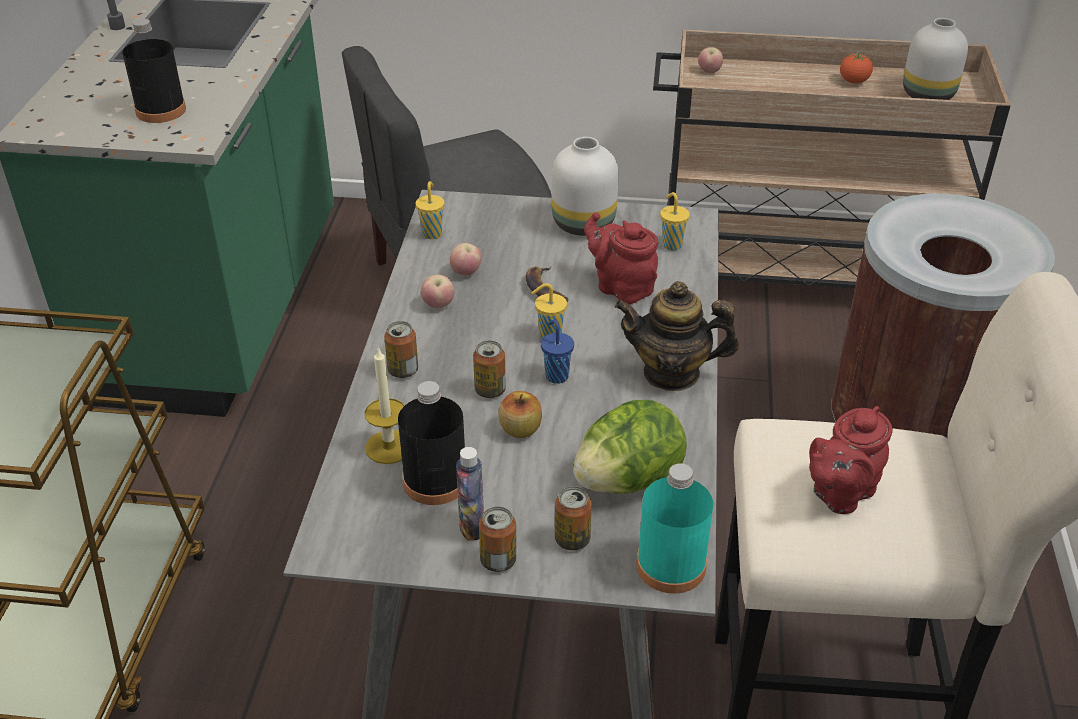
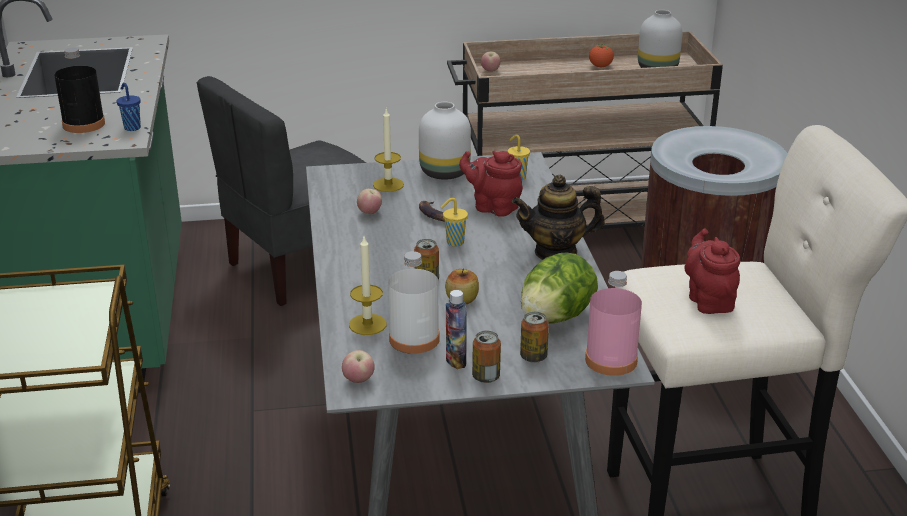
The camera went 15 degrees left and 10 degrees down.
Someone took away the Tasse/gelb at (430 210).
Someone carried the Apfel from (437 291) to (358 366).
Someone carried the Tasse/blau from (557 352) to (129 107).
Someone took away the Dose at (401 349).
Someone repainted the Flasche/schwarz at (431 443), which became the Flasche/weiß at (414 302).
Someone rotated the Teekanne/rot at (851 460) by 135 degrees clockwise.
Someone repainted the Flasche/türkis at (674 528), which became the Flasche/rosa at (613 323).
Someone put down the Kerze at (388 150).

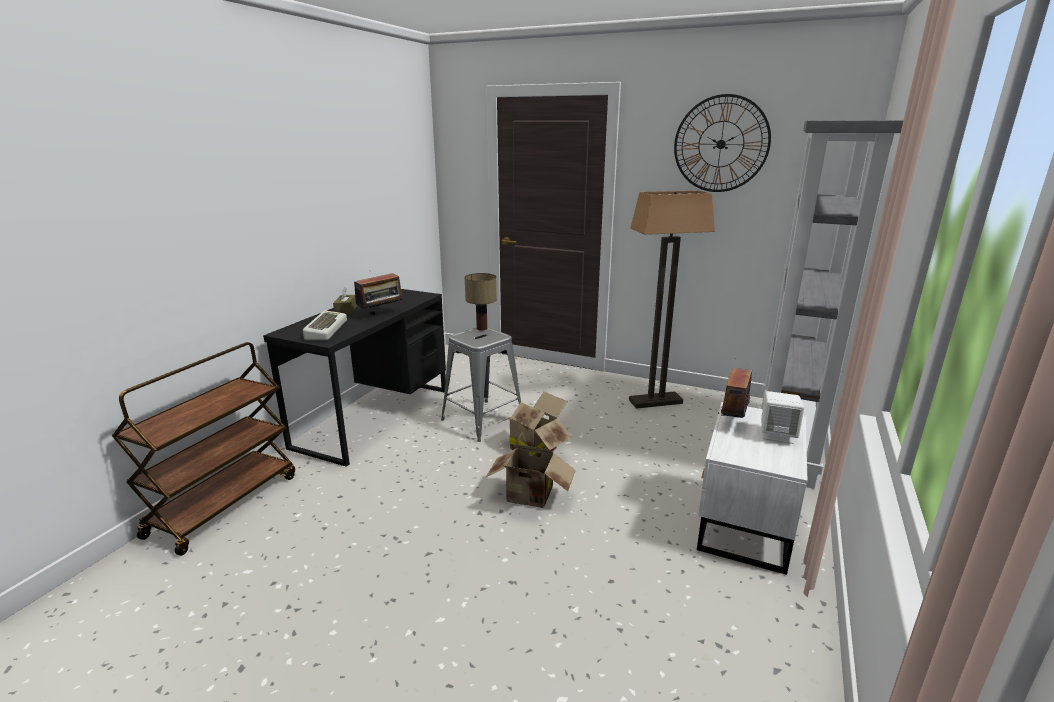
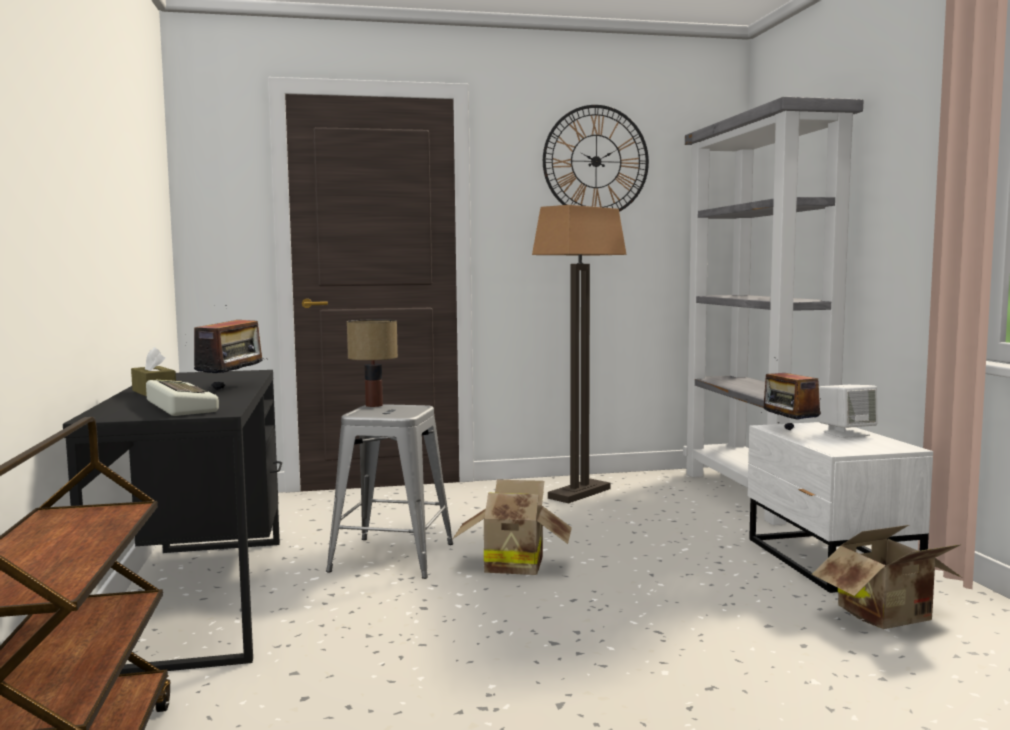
The camera went 35 degrees left and 15 degrees down.
Someone carried the Karton from (530 476) to (887 577).

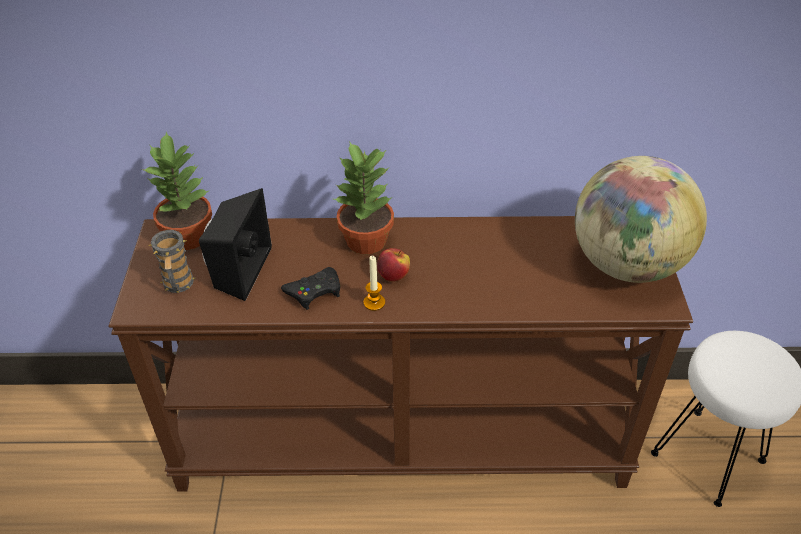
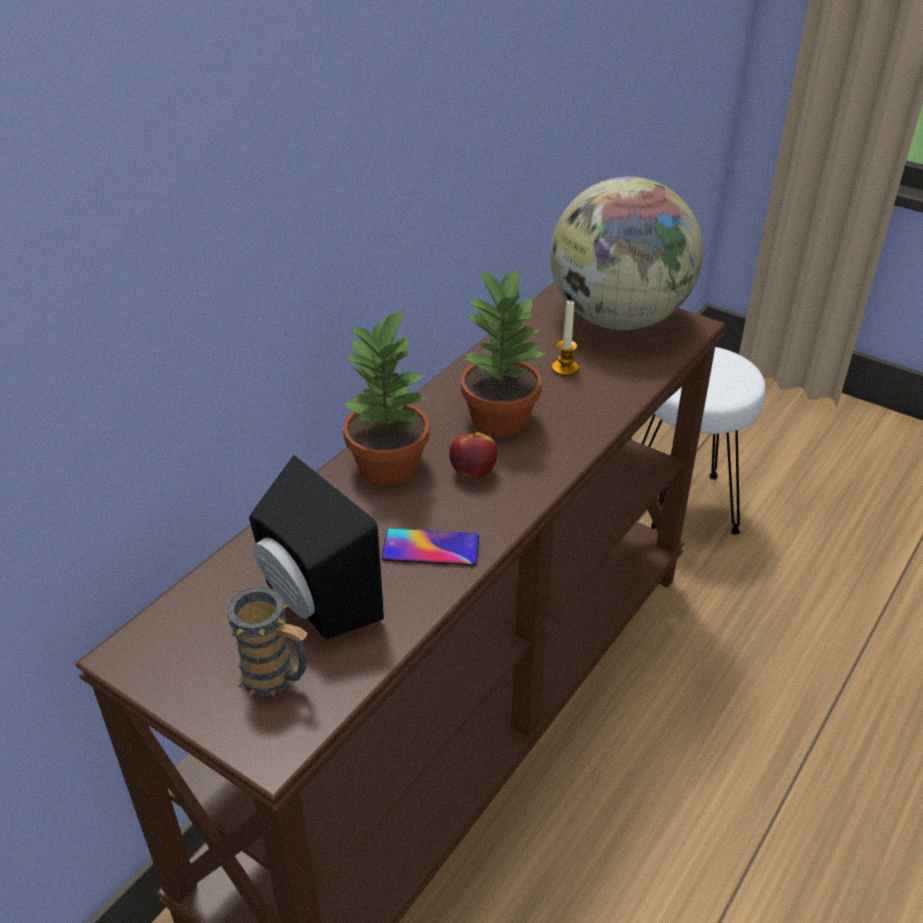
The camera went 55 degrees left and 5 degrees down.
Someone carried the Topfpflanze from (177 191) to (504 352).
Someone carried the Kerze from (374 283) to (565 337).
Someone swapped the Gamepad/schwarz at (310 288) for the Handy at (430 547).

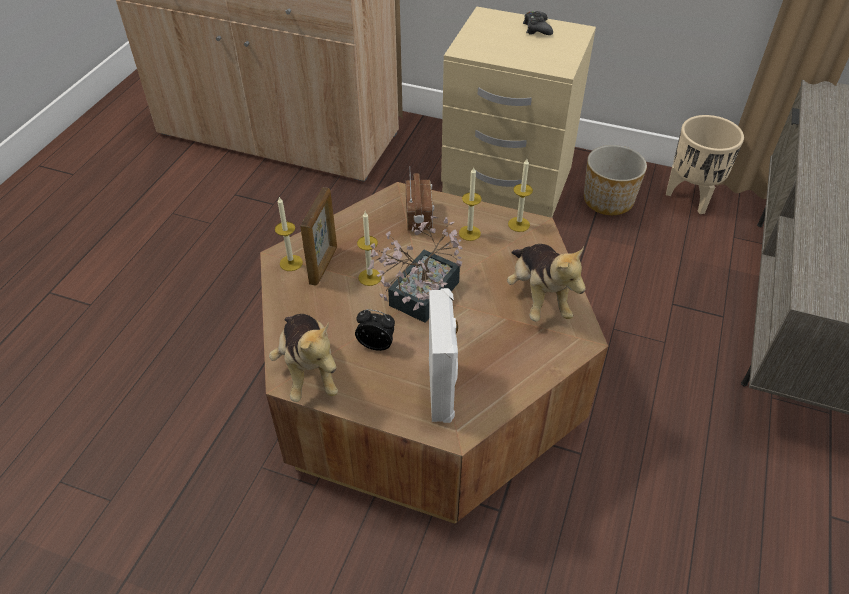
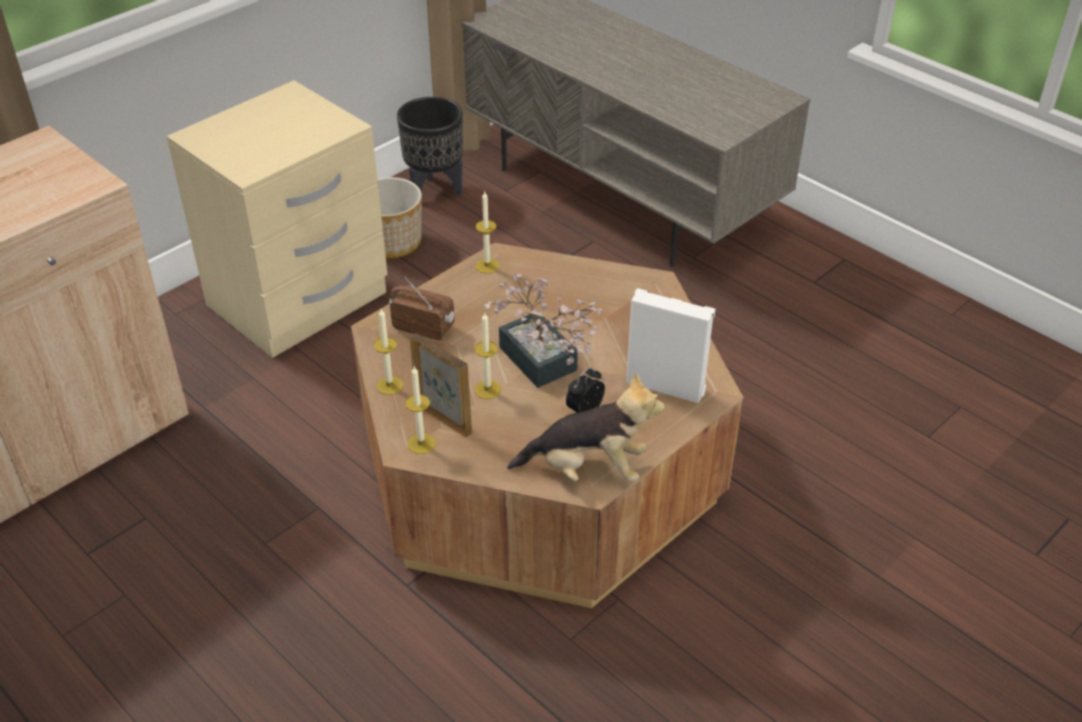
The camera went 65 degrees left and 5 degrees down.
Someone took away the Gamepad/schwarz at (538 23).
Someone repainted the Pflanzkübel/beige at (705 164), which became the Pflanzkübel/schwarz at (430 146).
Someone carried the Kerze from (470 204) to (388 352).
Someone took away the Plüschtier at (546 283).

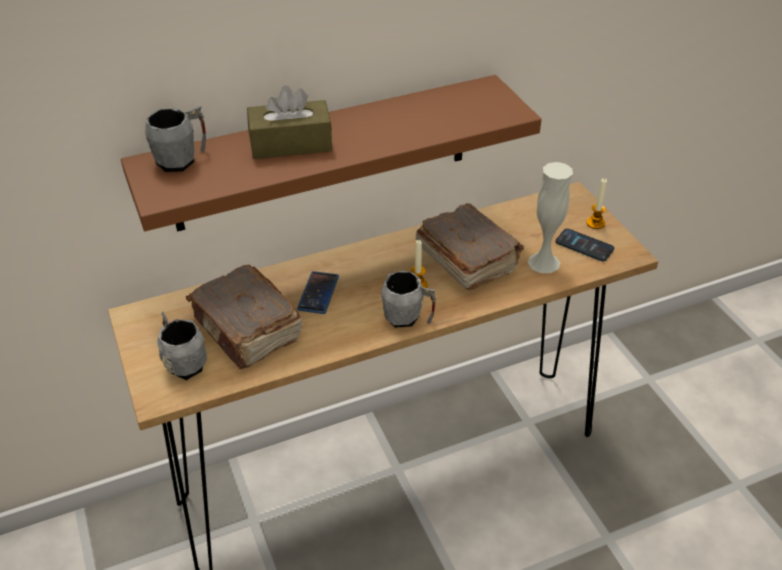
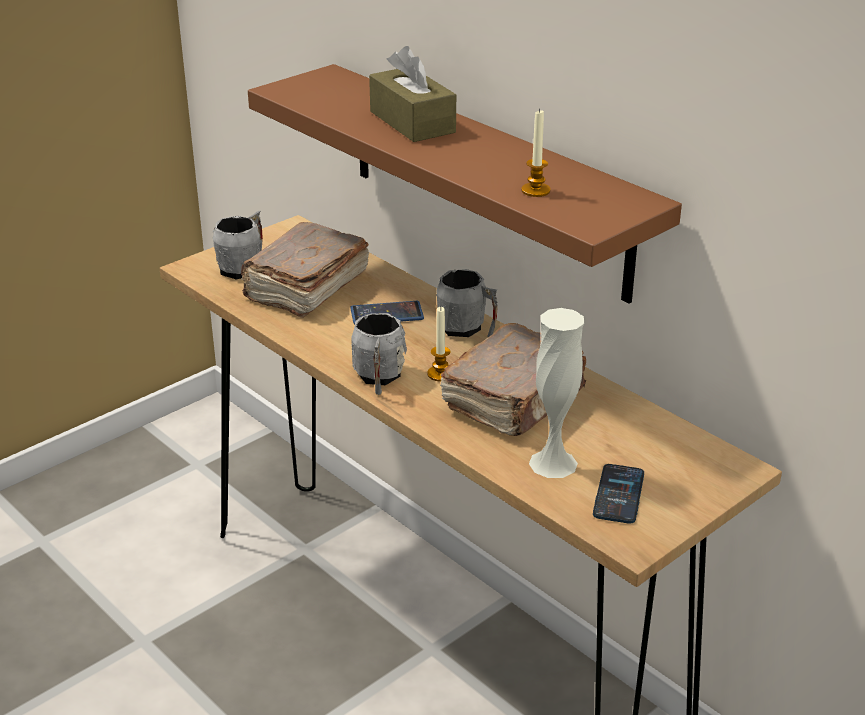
The camera went 70 degrees right and 10 degrees down.
Someone carried the Henkelbecher/grau from (175 139) to (467 303).
Someone carried the Kerze from (597 203) to (536 153).

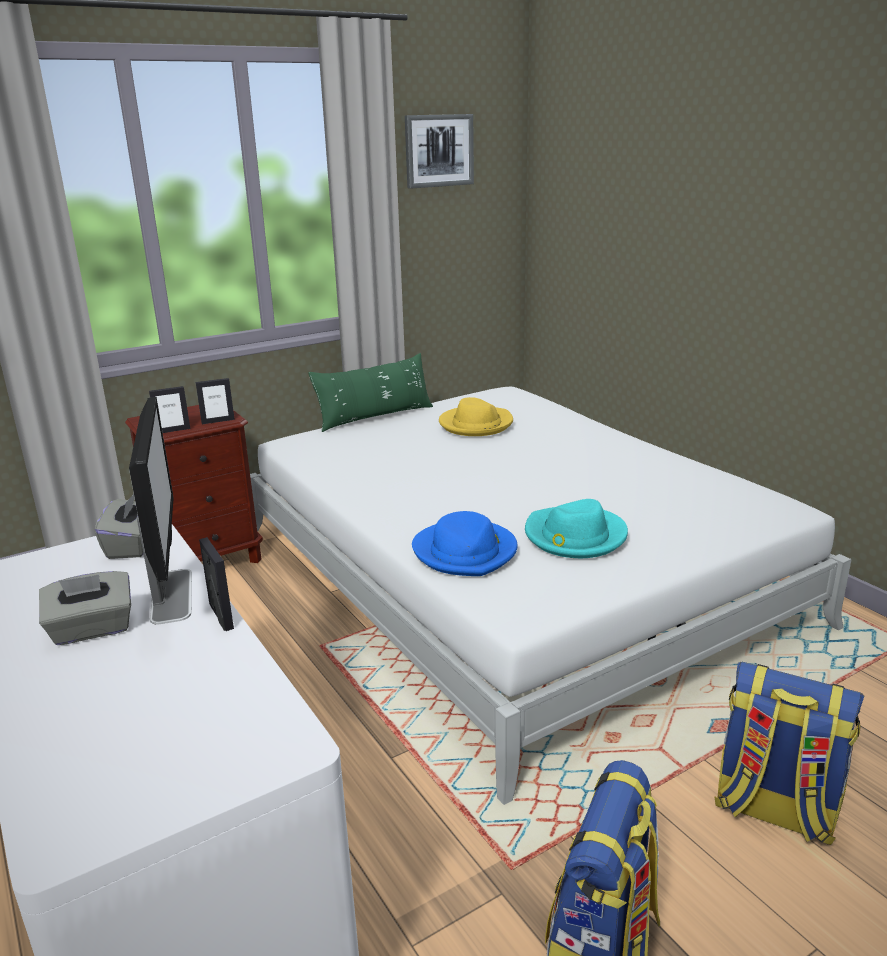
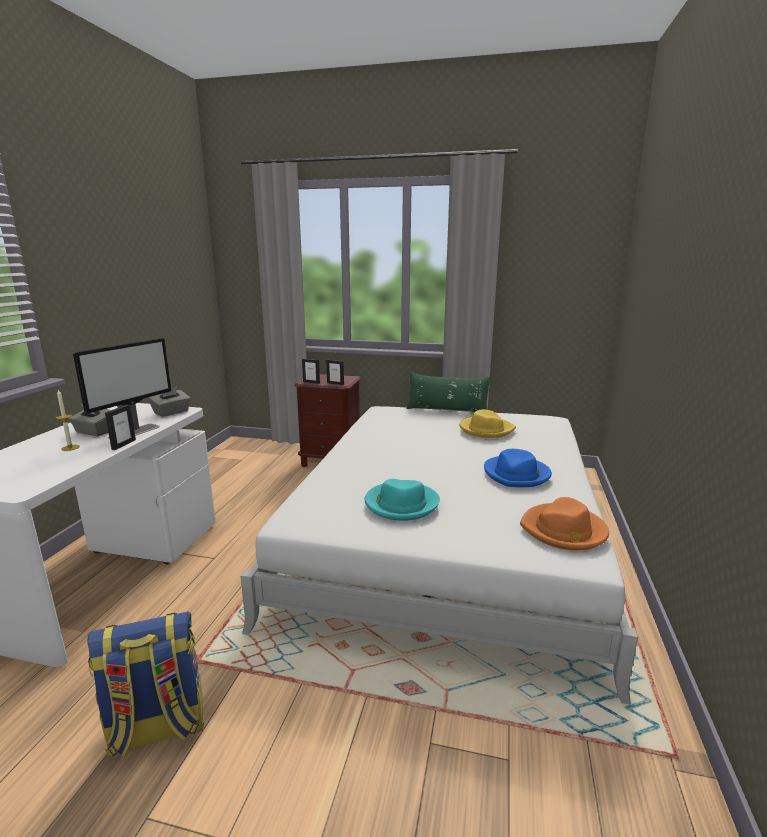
The camera went 45 degrees right and 5 degrees down.
Someone took away the Bild at (439 151).
Someone carried the Hut/blau from (465 543) to (518 468).
Someone took away the Rucksack at (789 753).
Someone put down the Kerze at (68 420).
Someone put down the Hut/orange at (564 524).

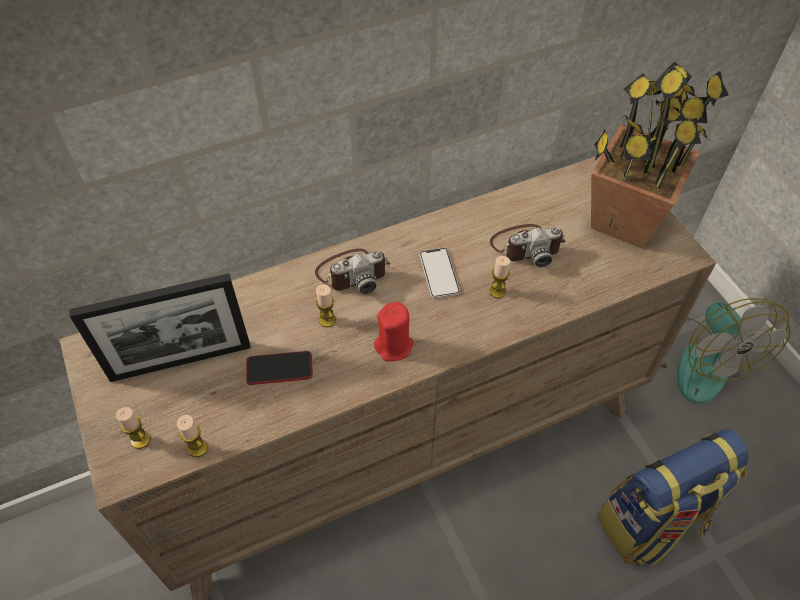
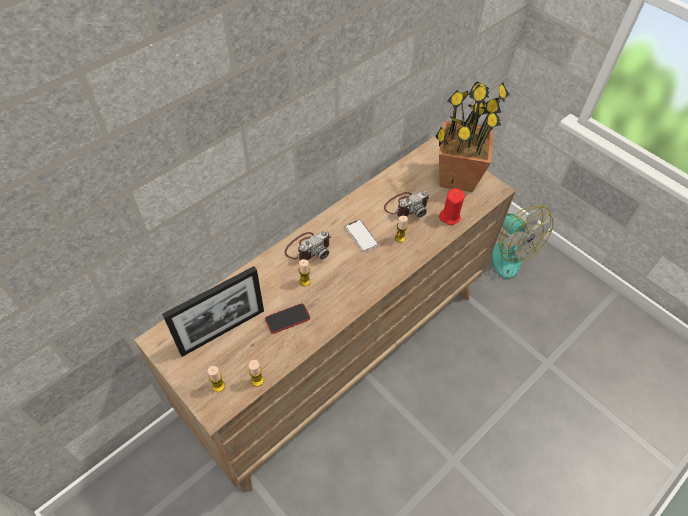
The camera went 20 degrees left and 0 degrees up.
Someone carried the Kerze/rot from (394 332) to (452 206).
Someone took away the Rucksack at (673 497).

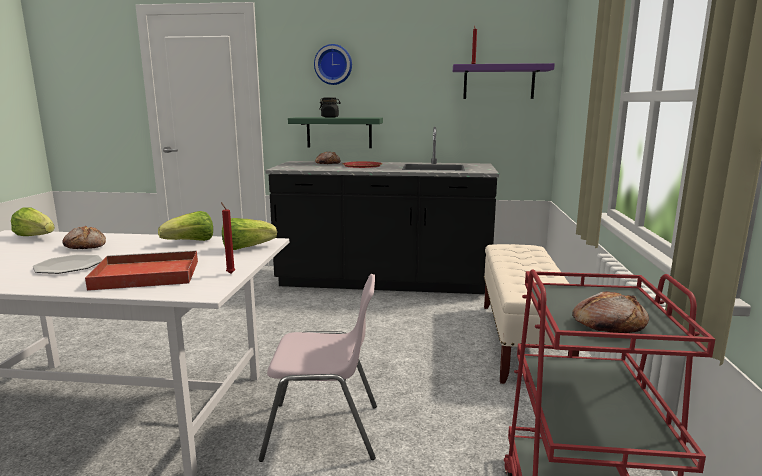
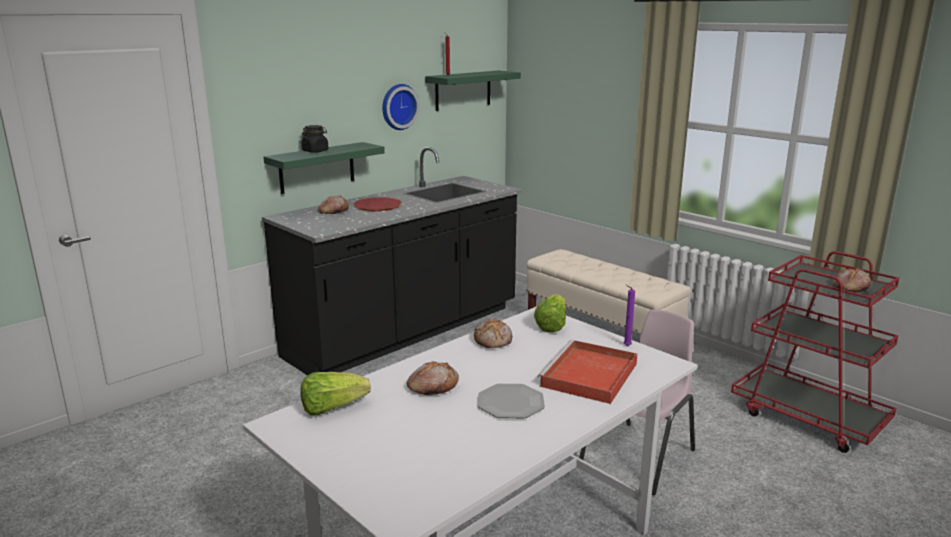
The camera went 50 degrees left and 5 degrees up.
Someone carried the Wanduhr from (333 64) to (401 107).
Someone repainted the Wandregal/lila at (504 81), which became the Wandregal/grün at (473 91).
Someone repainted the Kerze/rot at (228 238), which became the Kerze/lila at (629 315).
Someone swapped the Salatkopf at (185 226) for the Brot at (493 333).

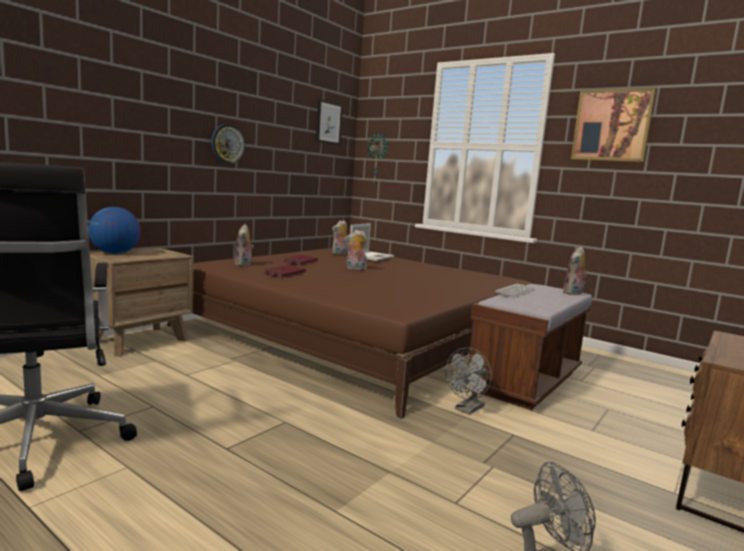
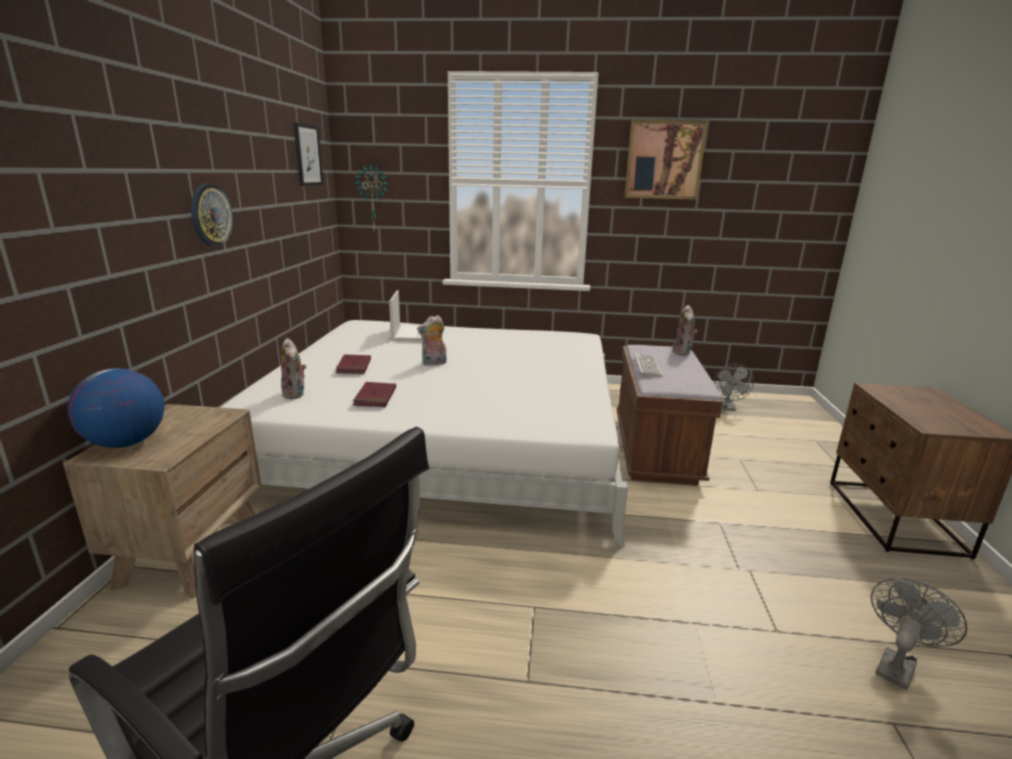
The camera went 30 degrees left and 10 degrees up.
Someone took away the Plüschtier at (340 237).
Someone repainted the Bett/braun at (349 333), which became the Bett/weiß at (424 433).
Someone carried the Ventilator/grau from (469 381) to (734 387).

